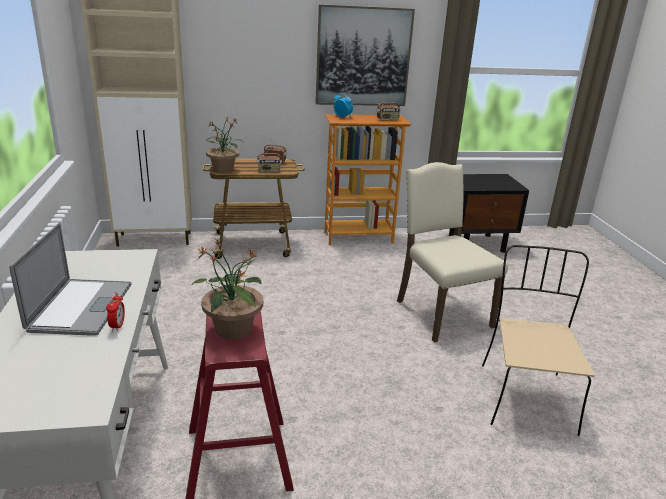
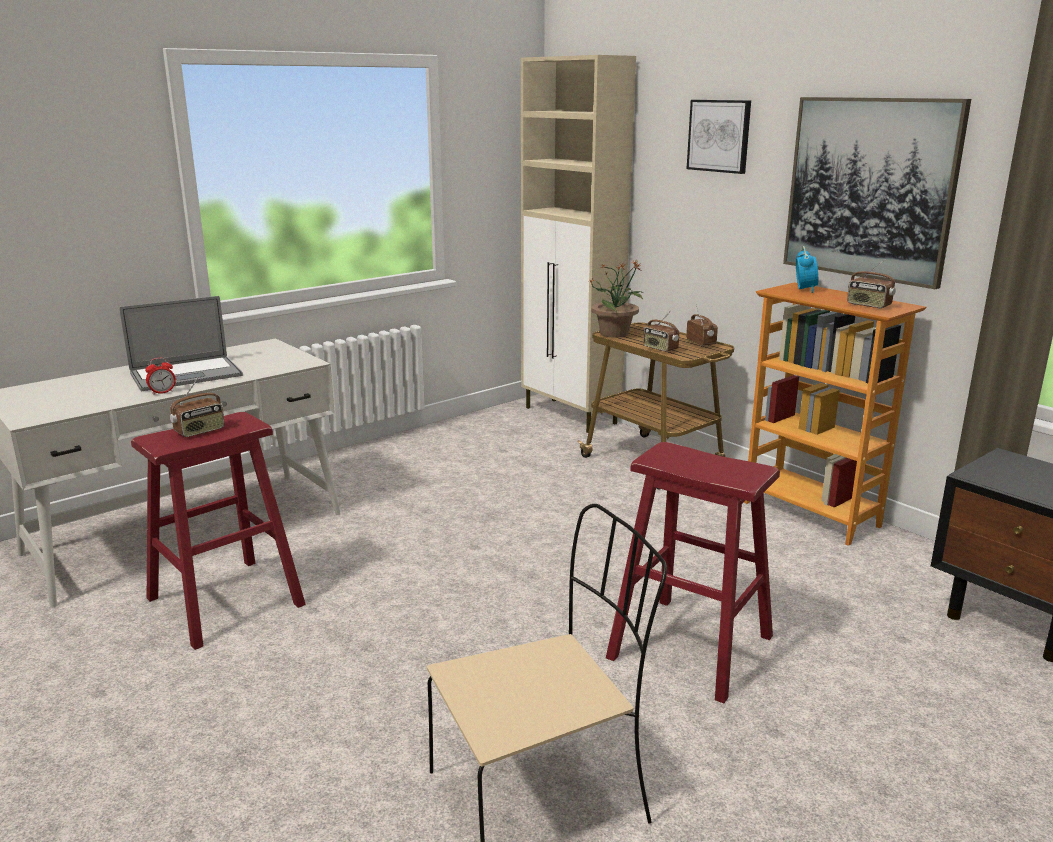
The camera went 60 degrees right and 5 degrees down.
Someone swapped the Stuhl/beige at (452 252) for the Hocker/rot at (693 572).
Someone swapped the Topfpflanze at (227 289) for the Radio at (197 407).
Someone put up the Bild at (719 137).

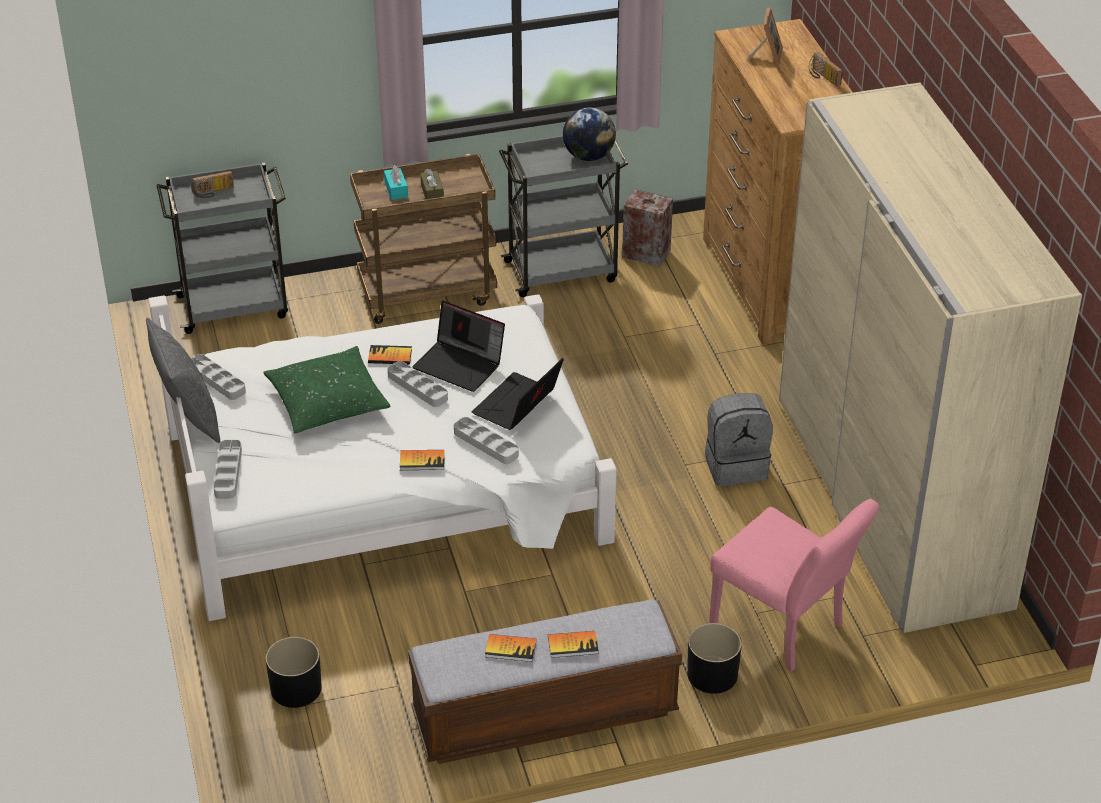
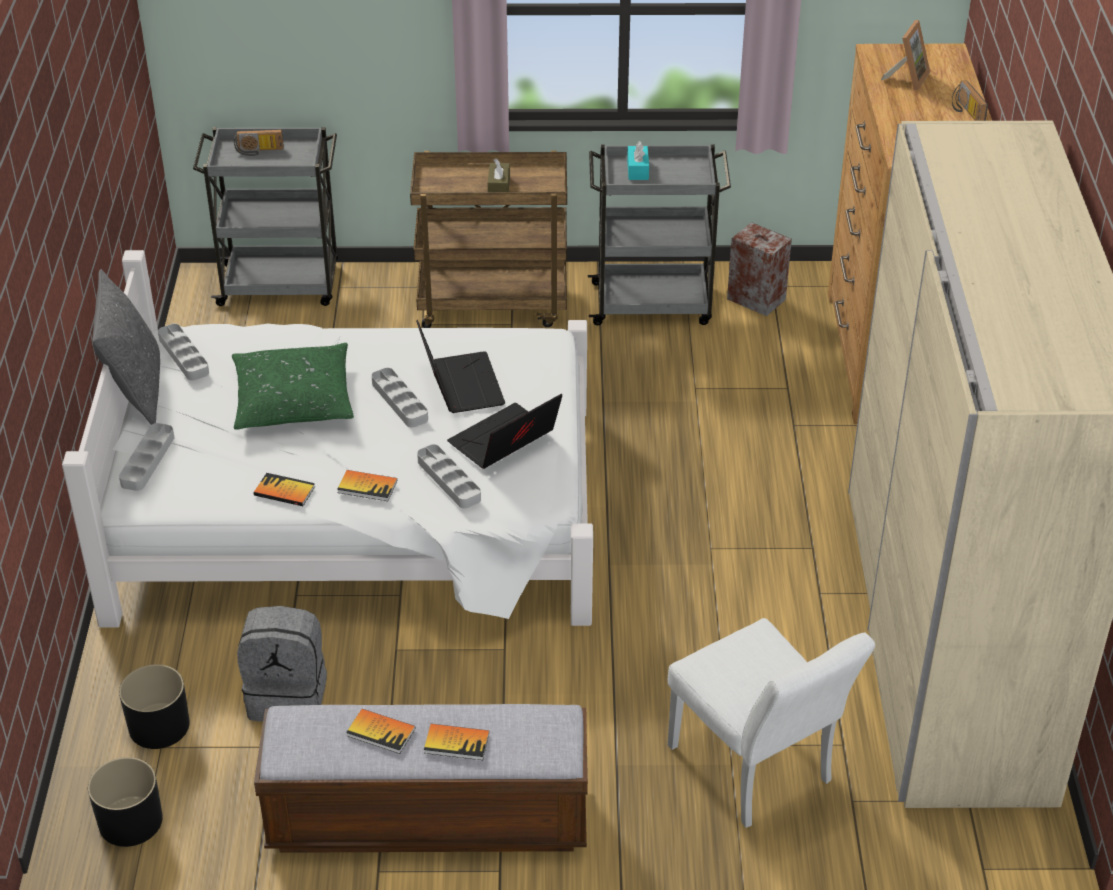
The camera went 15 degrees right and 0 degrees up.
Someone took away the Globus at (589 134).
Someone carried the Taschentuchbox/türkis from (396 182) to (638 160).
Someone rotated the Laptop at (459 346) by 150 degrees counterclockwise.
Someone carried the Buch from (390 354) to (284 489).
Someone carried the Rucksack/grau from (739 439) to (282 664).
Someone repainted the Stuhl/rosa at (794 585), which became the Stuhl/weiß at (771 723).
Someone carried the Pflanzkübel/schwarz from (714 658) to (125 802).

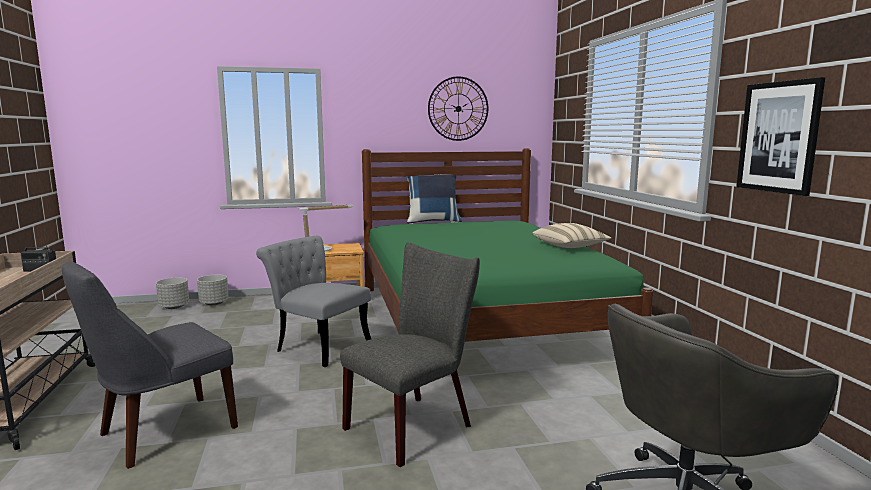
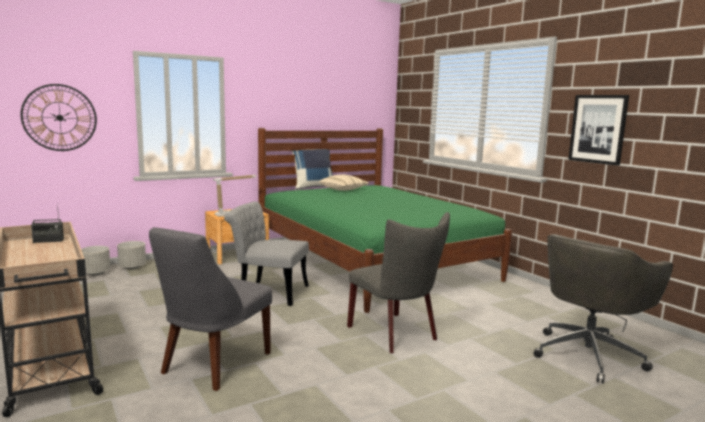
The camera went 20 degrees left and 0 degrees up.
Someone carried the Wanduhr from (458 108) to (59 117).
Someone carried the Kissen/beige from (571 235) to (344 182).
Someone rotated the Stuhl/grau at (410 354) by 120 degrees clockwise.

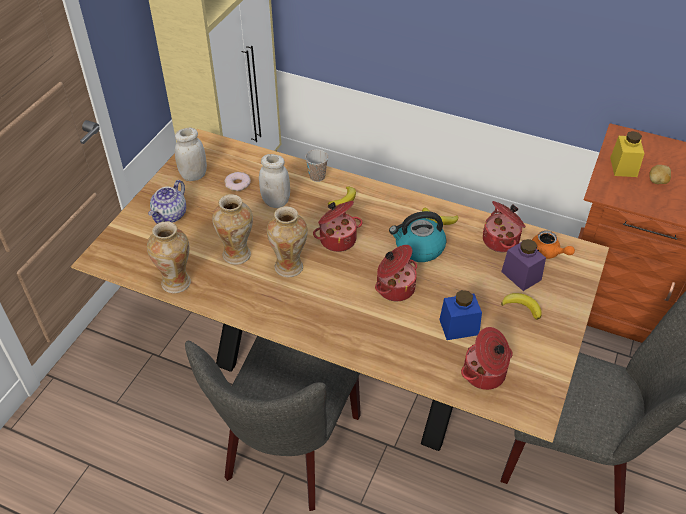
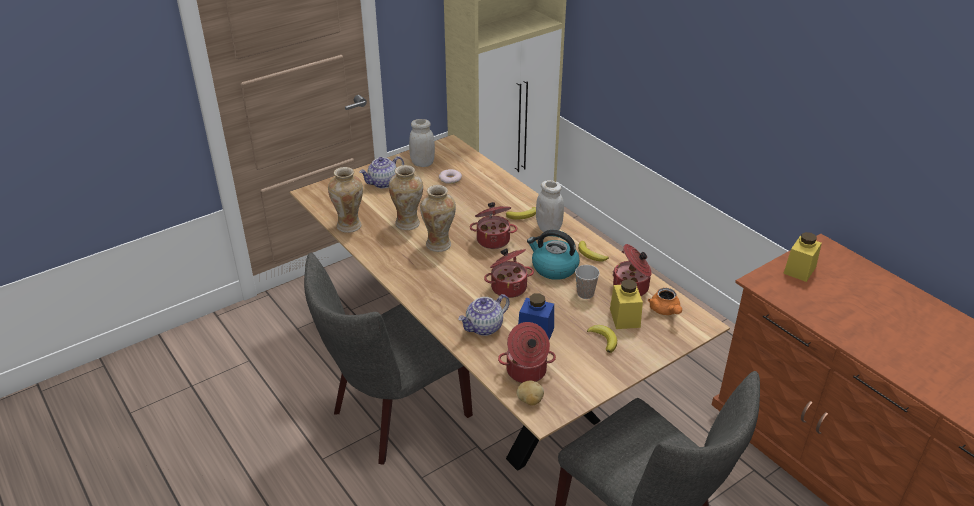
The camera went 30 degrees right and 10 degrees down.
Someone carried the Tasse from (316 166) to (587 282).
Someone carried the Vorratsglas/weiß from (274 181) to (550 206).
Someone carried the Kartoffel from (660 174) to (530 393).
Someone repainted the Vorratsglas/lila at (523 265), which became the Vorratsglas/gelb at (626 304).
Someone put down the Teekanne at (484 315).

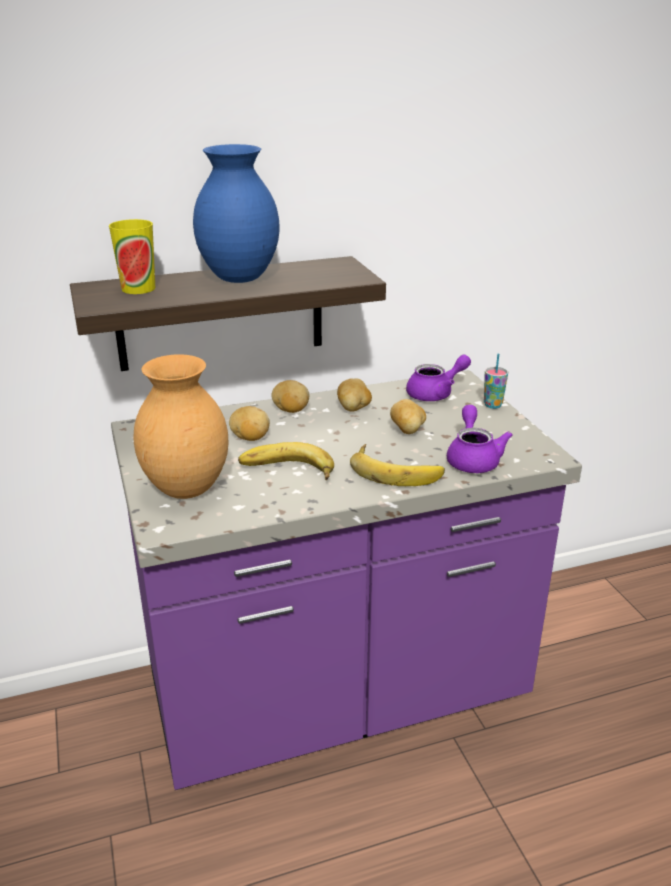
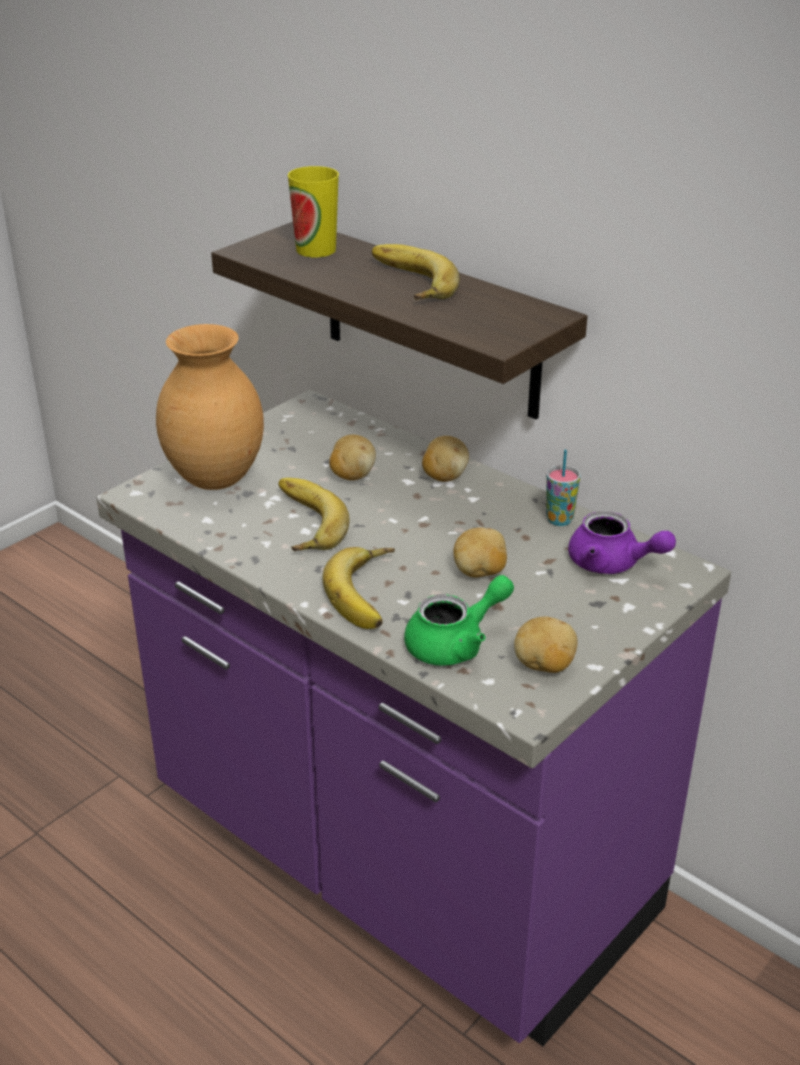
The camera went 60 degrees right and 5 degrees up.
Someone swapped the Vase/blau at (236 213) for the Banane at (416 272).
Someone carried the Tasse from (496 381) to (563 488).
Someone carried the Kartoffel from (354 394) to (546 645).
Someone repainted the Teekanne/lila at (480 439), which became the Teekanne/grün at (459 620).

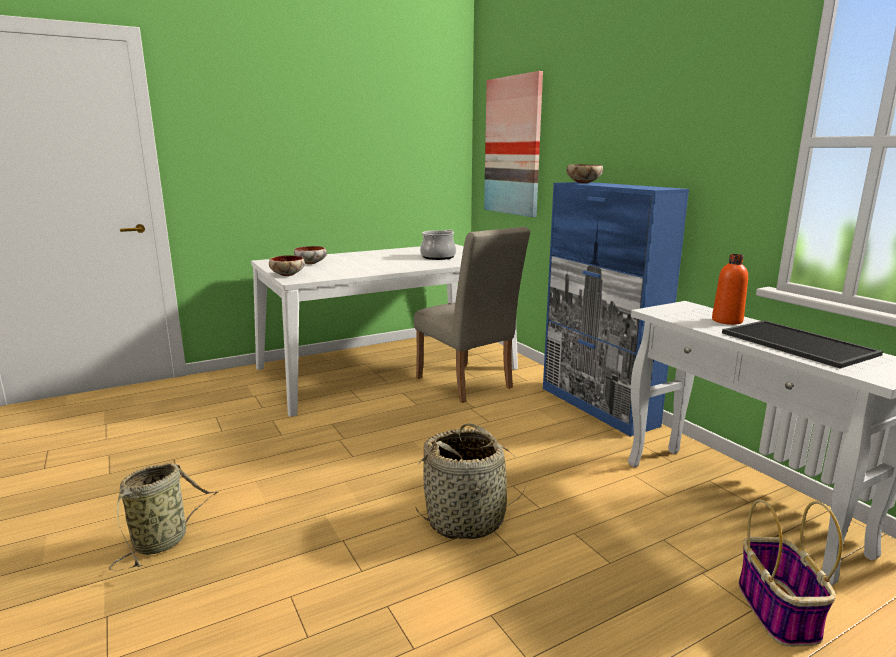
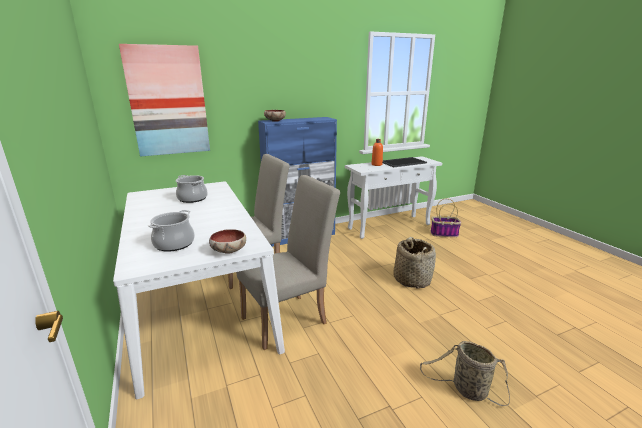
The camera went 85 degrees left and 5 degrees up.
Someone swapped the Schüssel at (310 255) for the Kochtopf at (171 231).
Someone put down the Stuhl/beige at (288 262).

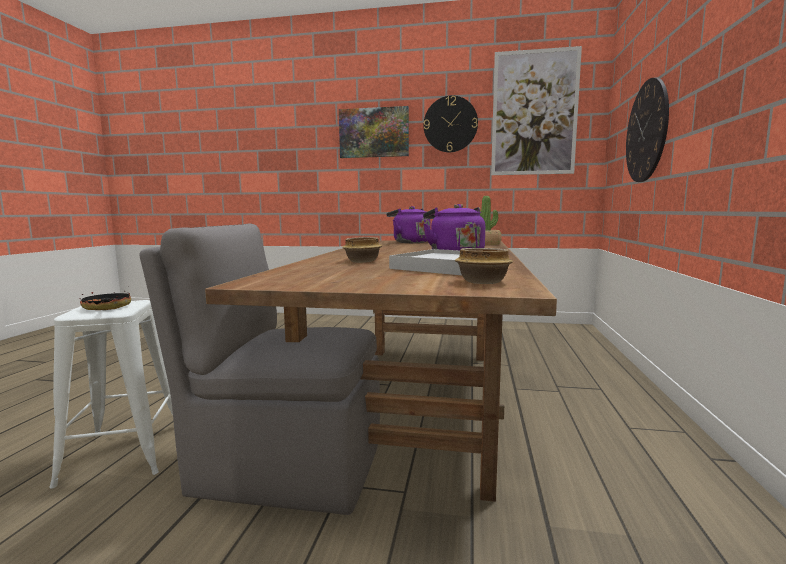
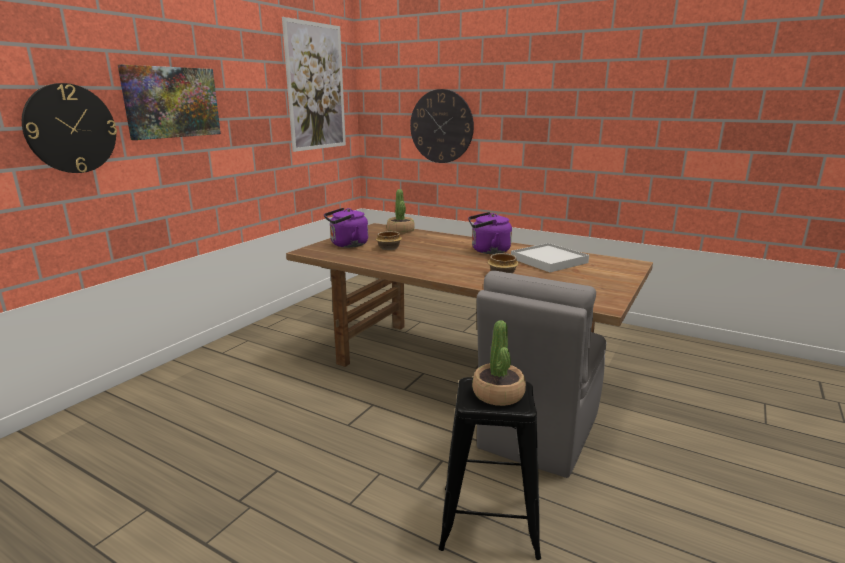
The camera went 70 degrees left and 10 degrees up.
Someone carried the Wanduhr from (451 123) to (69 128).
Someone carried the Schüssel from (484 266) to (388 240).
Someone swapped the Pfanne at (105 301) for the Topfpflanze at (499 363).
Someone repainted the Hocker/weiß at (111 394), which became the Hocker/schwarz at (490 468).

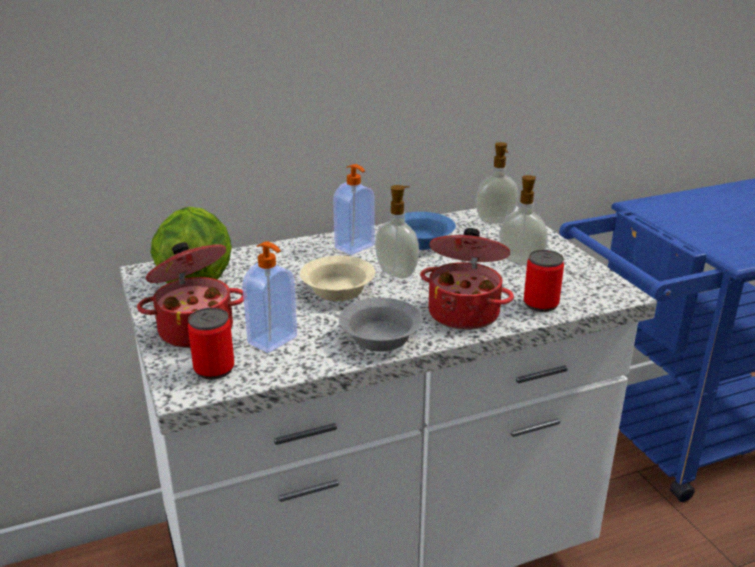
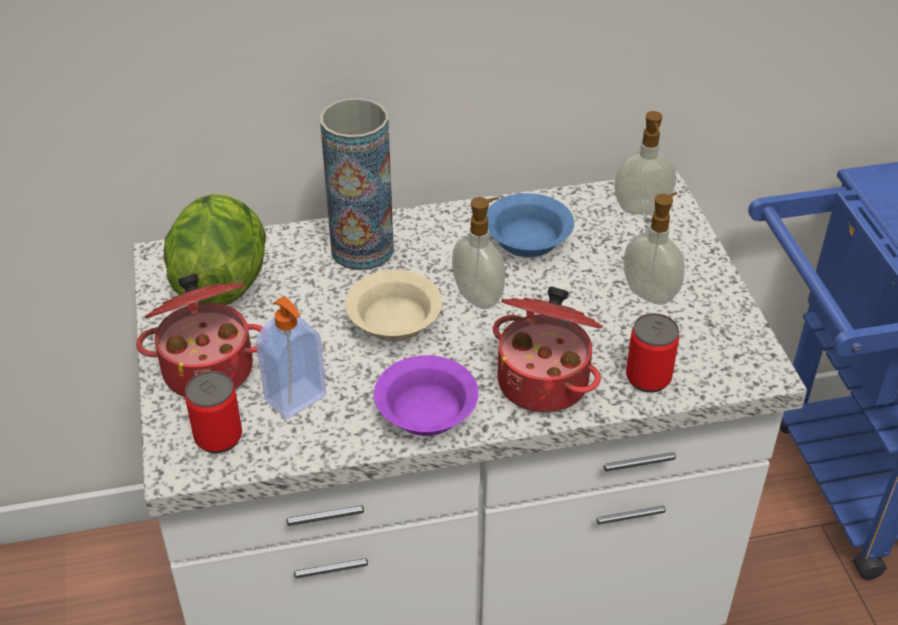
The camera went 10 degrees right and 15 degrees up.
Someone took away the Seifenspender at (354 209).
Someone repainted the Schüssel/grau at (381 324), which became the Schüssel/lila at (426 395).
Someone put down the Vase at (357 184).

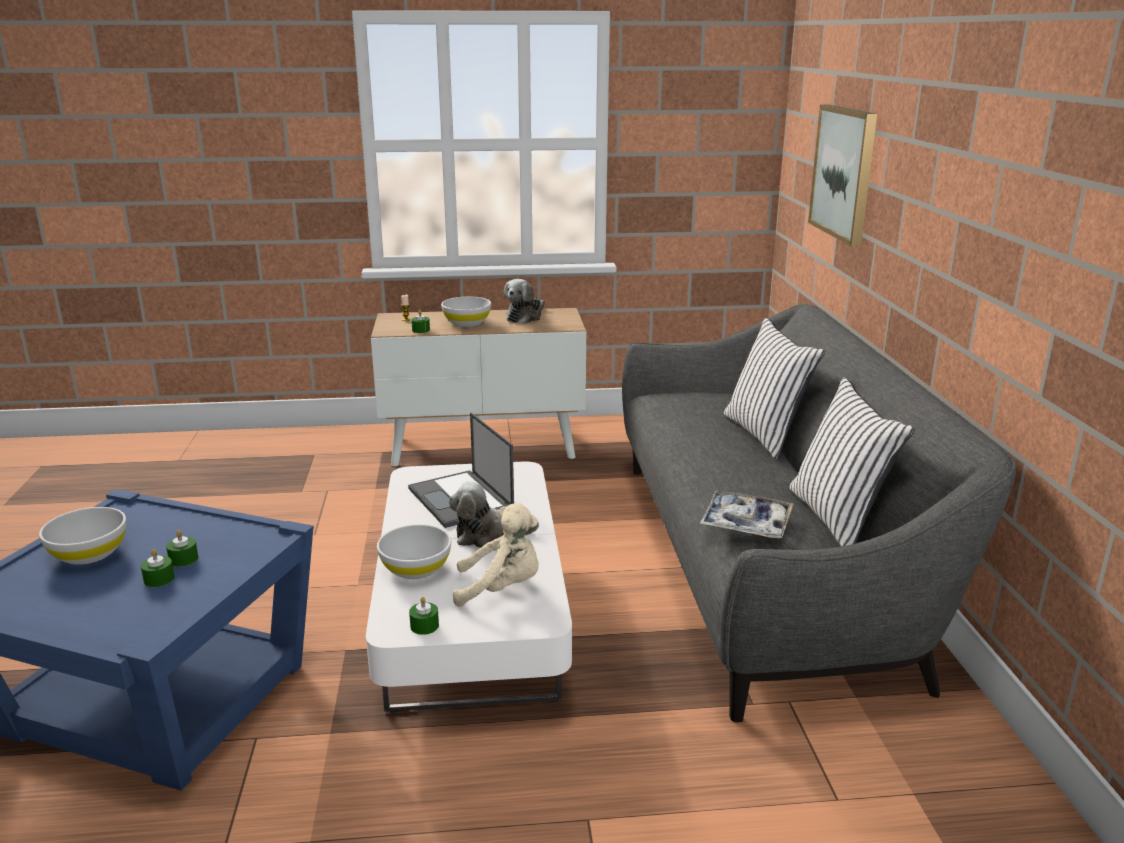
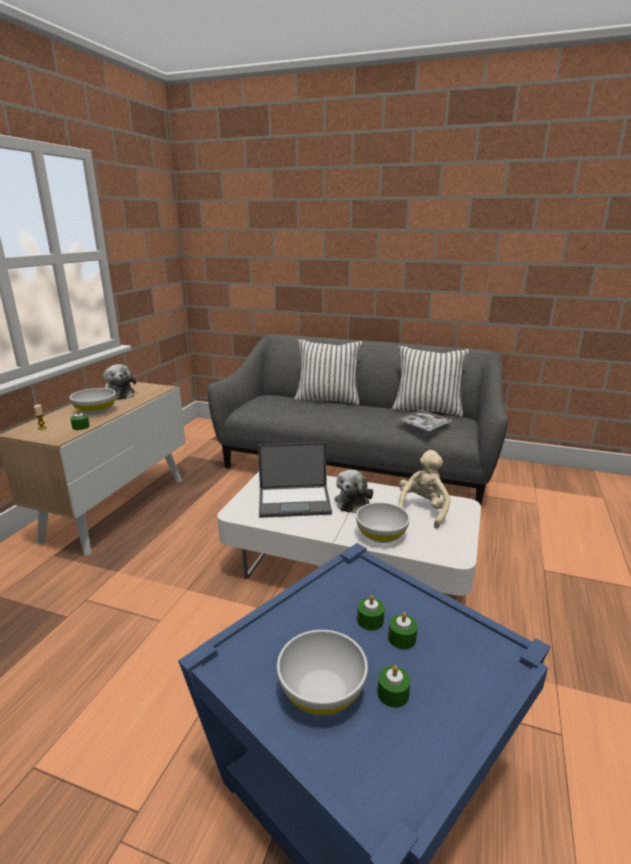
The camera went 65 degrees left and 0 degrees up.
Someone took away the Bild at (842 176).
Someone carried the Kerze/grün from (424 616) to (394 686).

